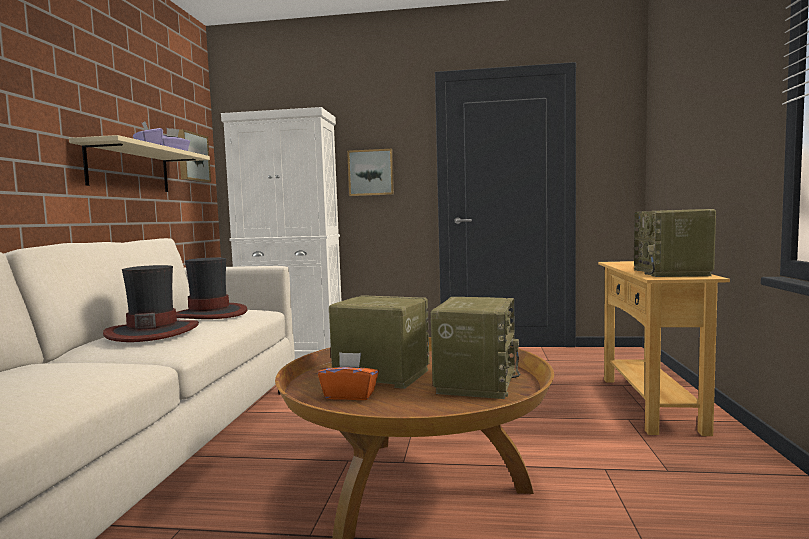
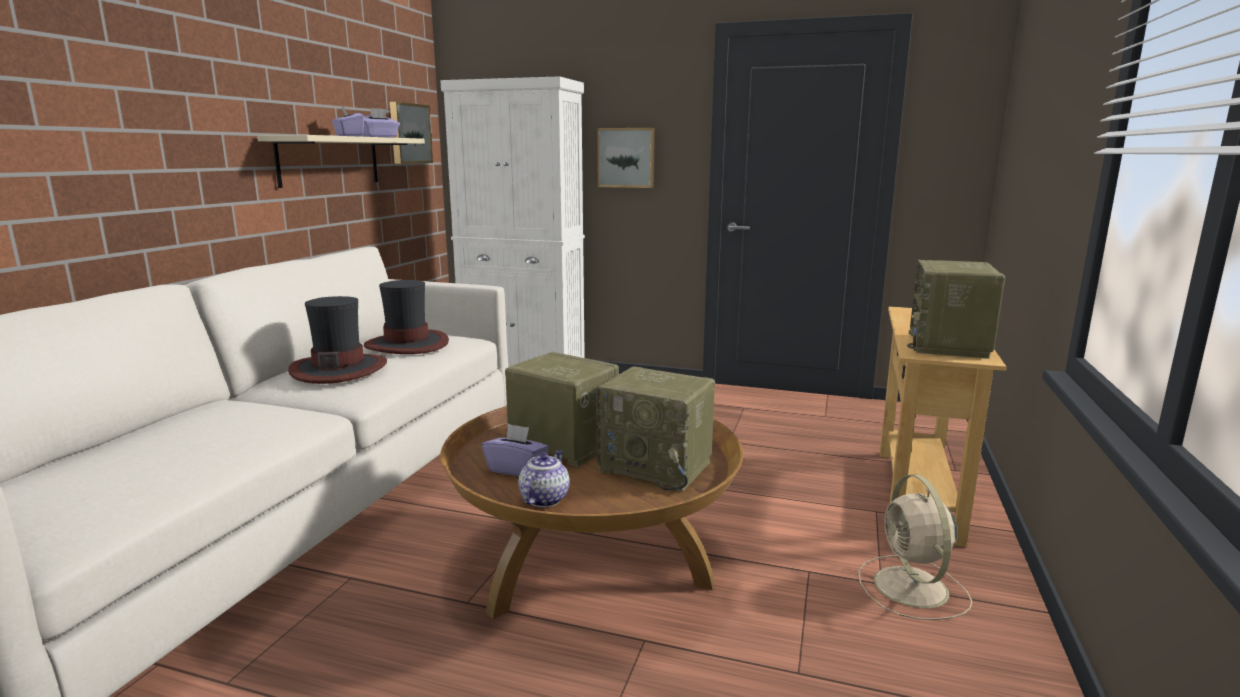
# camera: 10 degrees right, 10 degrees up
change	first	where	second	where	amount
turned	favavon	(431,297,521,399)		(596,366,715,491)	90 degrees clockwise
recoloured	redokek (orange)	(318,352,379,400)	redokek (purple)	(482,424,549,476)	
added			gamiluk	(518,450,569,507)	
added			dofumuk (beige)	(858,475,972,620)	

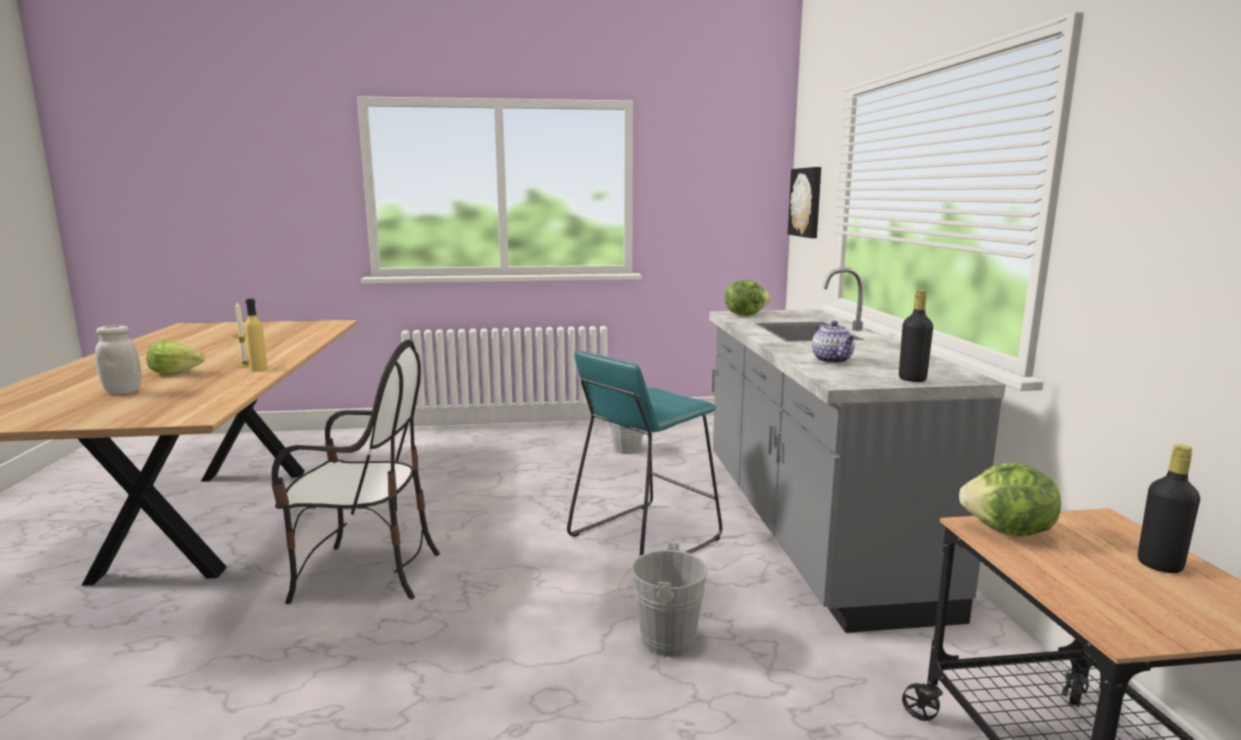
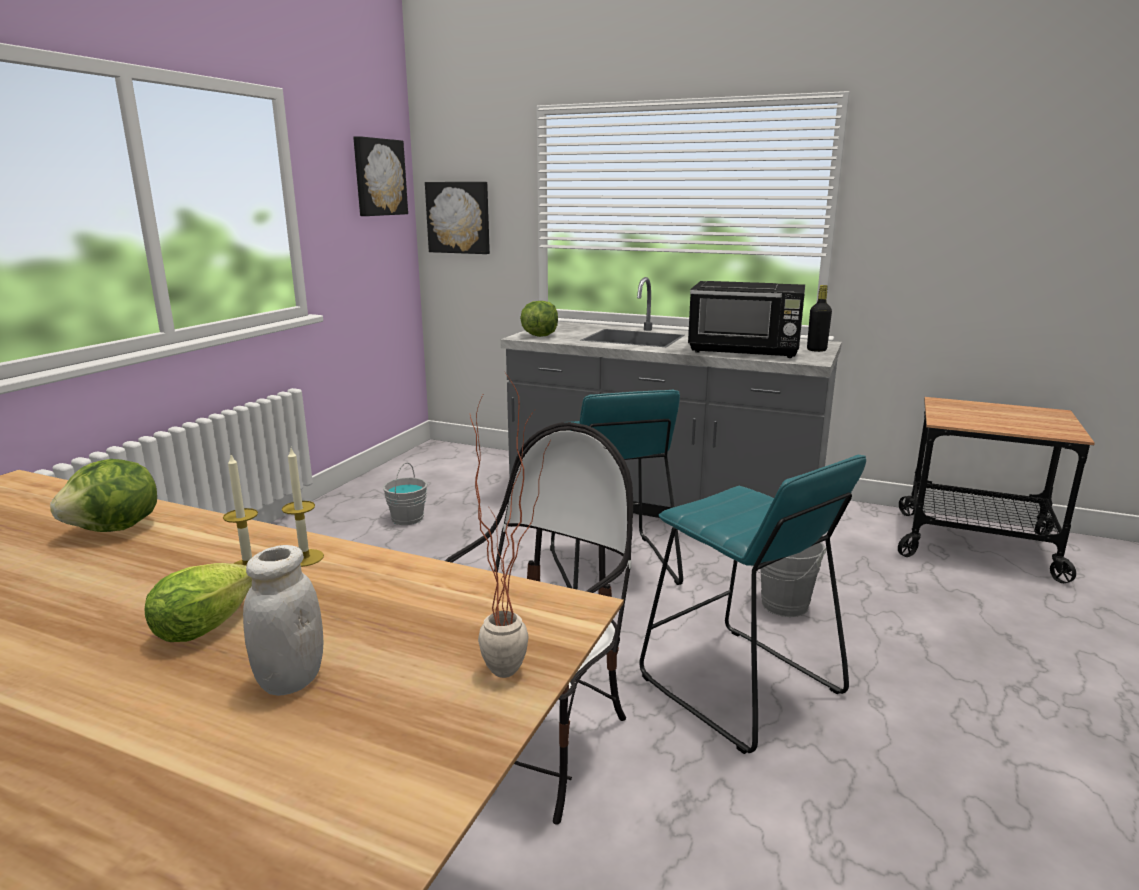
# camera: 60 degrees left, 5 degrees up
change	first	where	second	where	amount
replaced	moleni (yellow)	(245,298,268,372)	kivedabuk	(282,448,324,567)	
replaced	gamiluk	(812,321,855,363)	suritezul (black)	(688,281,805,358)	
removed	moleni (black)	(1138,445,1200,573)			
moved	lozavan	(959,463,1061,537)		(50,459,157,532)	
added			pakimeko	(353,136,408,216)	
added			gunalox	(470,374,551,678)	
added			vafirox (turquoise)	(639,455,866,754)	

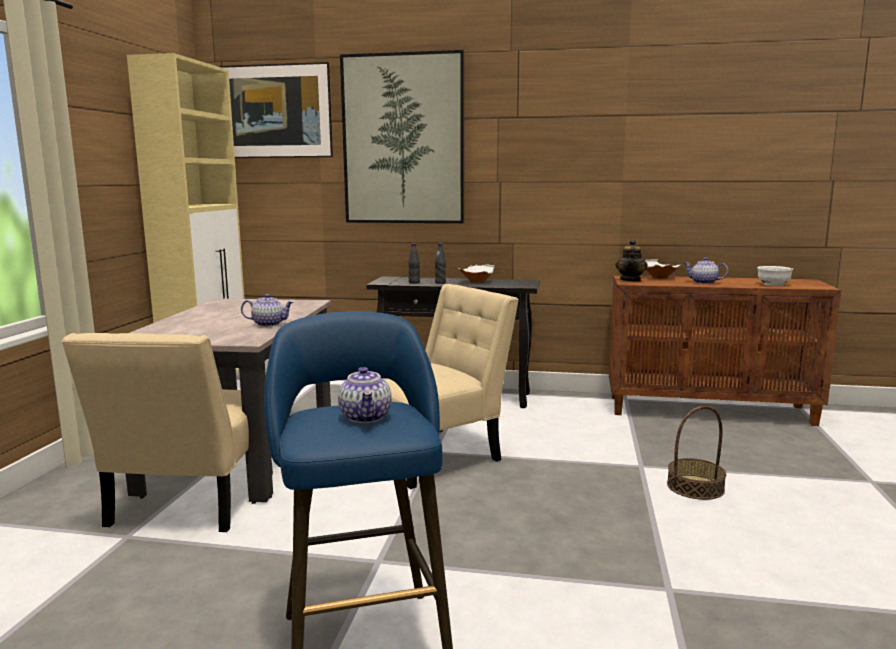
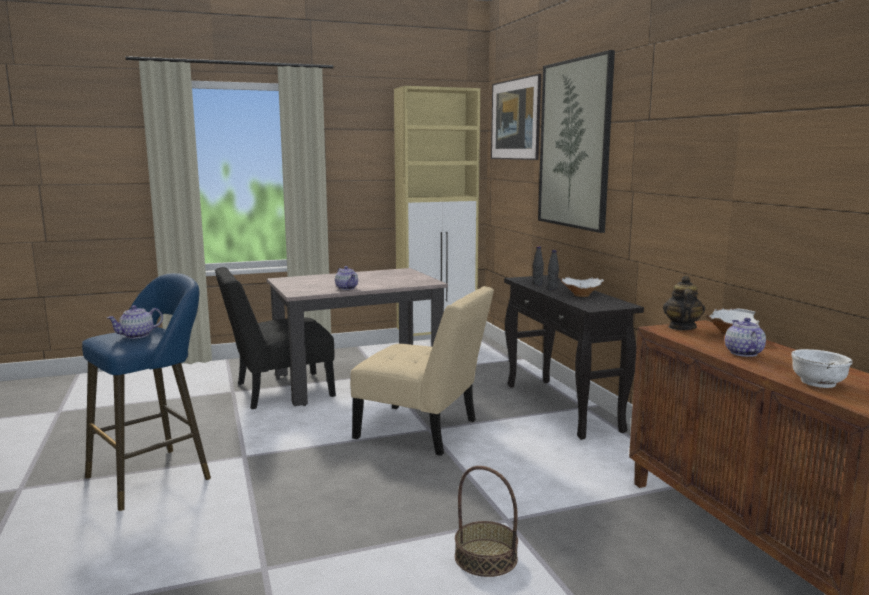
# camera: 60 degrees right, 0 degrees up
change	first	where	second	where	amount
turned	gamiluk	(615,239,648,282)		(663,276,705,330)	120 degrees clockwise
recoloured	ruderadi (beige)	(61,333,273,532)	ruderadi (black)	(215,267,336,409)	

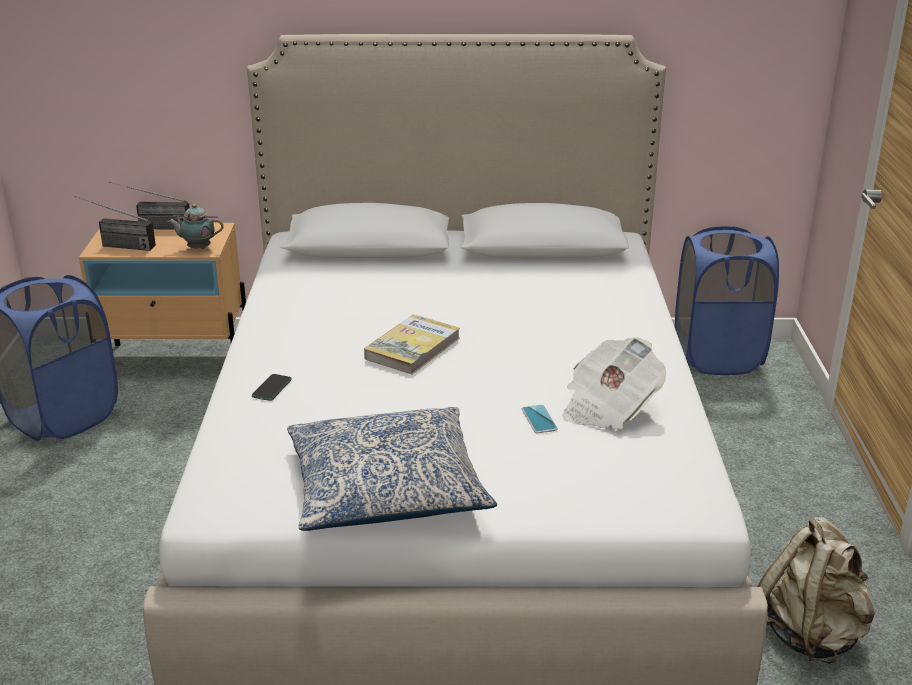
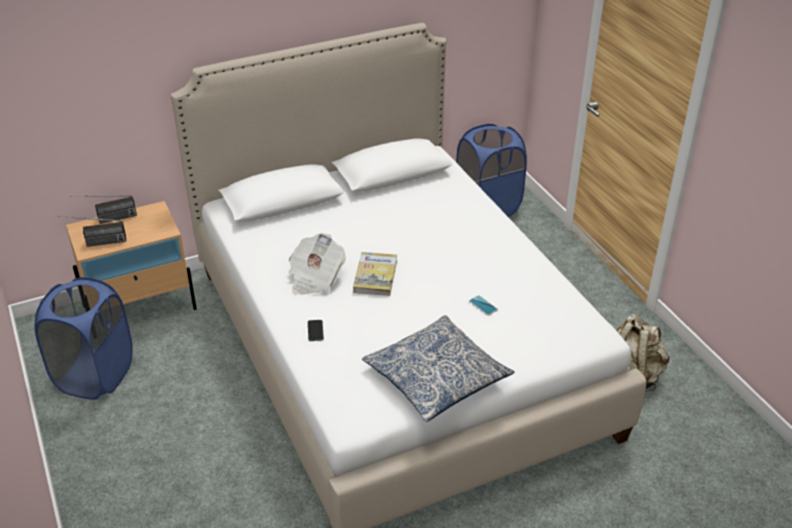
# camera: 25 degrees left, 10 degrees up
change	first	where	second	where	amount
removed	gamiluk	(167,204,224,249)			
moved	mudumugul	(562,337,666,430)		(289,233,346,295)	

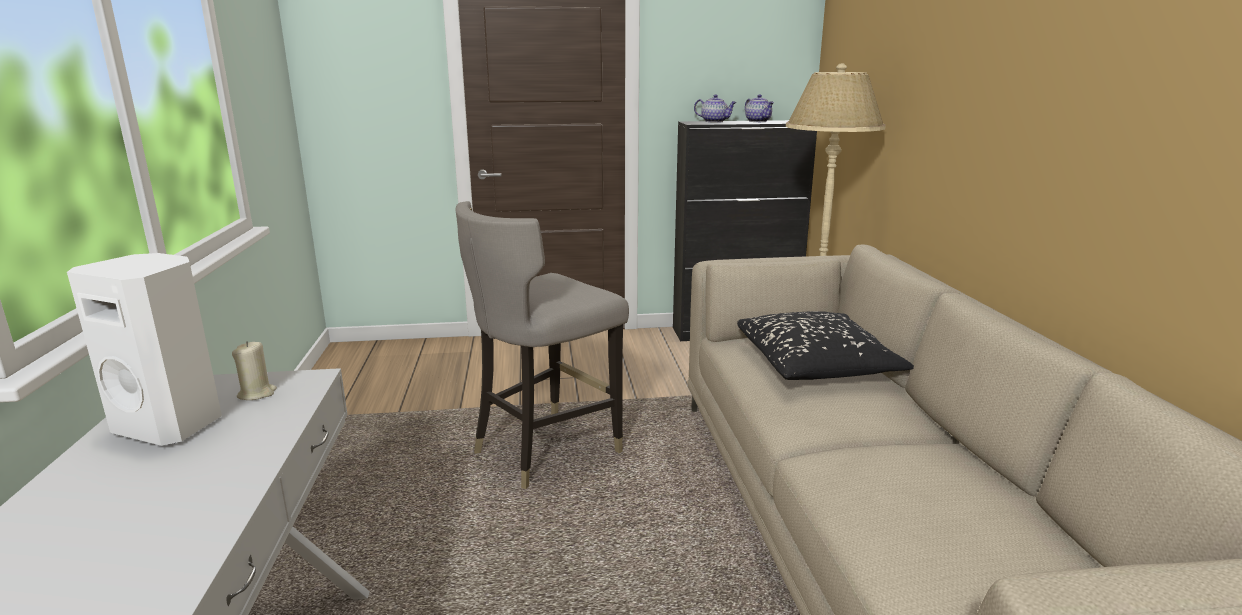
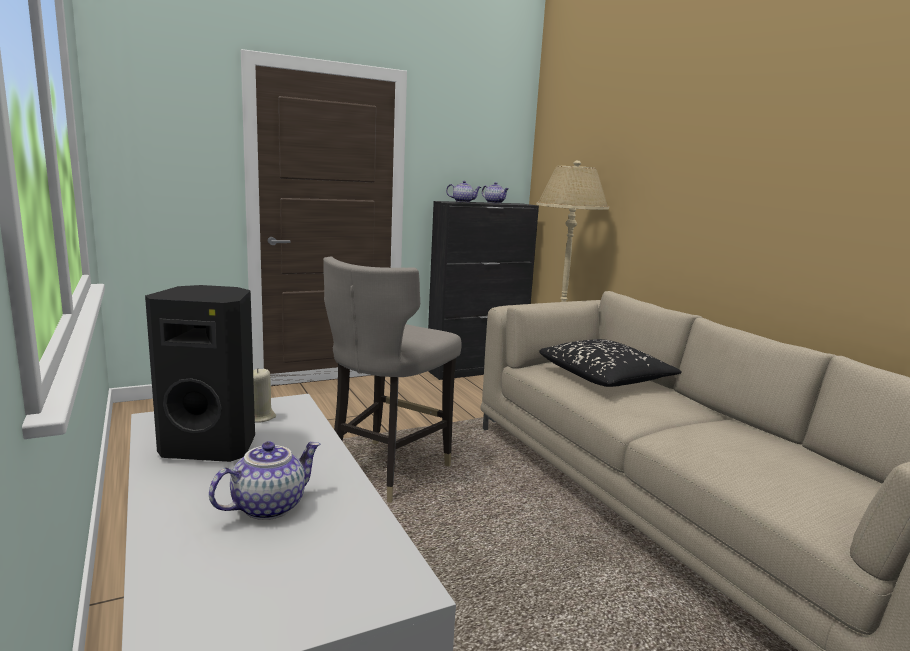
# camera: 20 degrees left, 5 degrees down
change	first	where	second	where	amount
recoloured	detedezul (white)	(67,253,222,446)	detedezul (black)	(145,285,255,462)	
added			gamiluk	(209,441,320,520)	

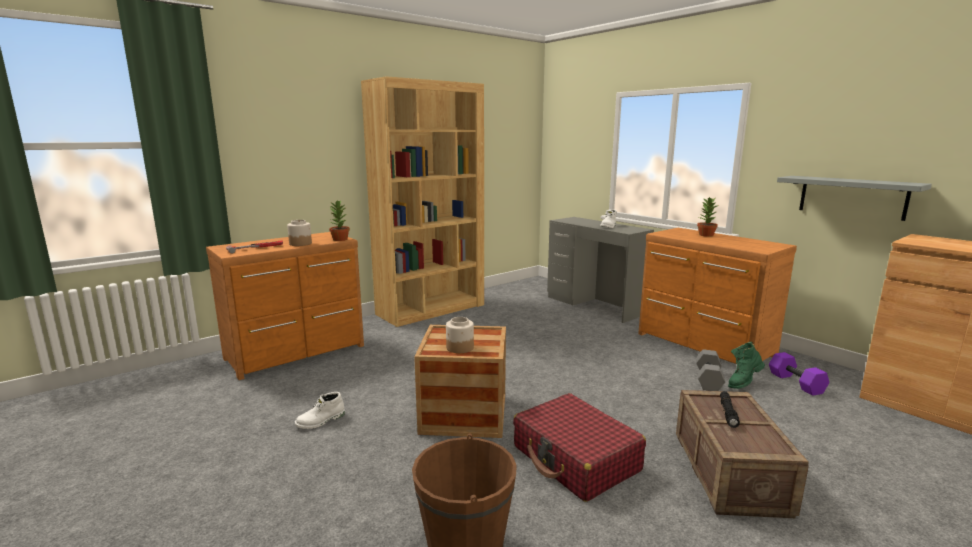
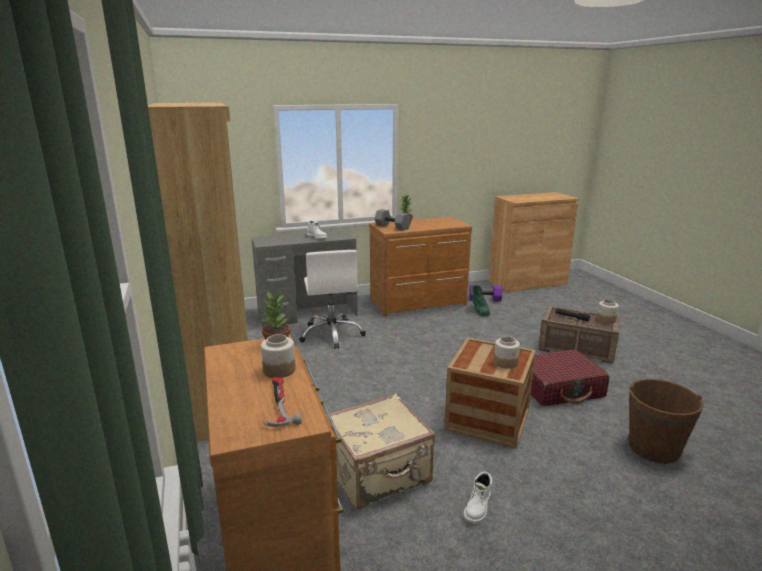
# camera: 70 degrees left, 5 degrees up
change	first	where	second	where	amount
removed	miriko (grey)	(777,176,932,221)			
moved	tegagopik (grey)	(696,349,725,391)		(374,209,411,231)	
turned	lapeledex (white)	(295,392,345,429)		(464,472,492,523)	45 degrees clockwise
added			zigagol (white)	(299,250,366,349)	
added			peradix	(597,299,619,323)	
added			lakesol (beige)	(326,394,435,509)	

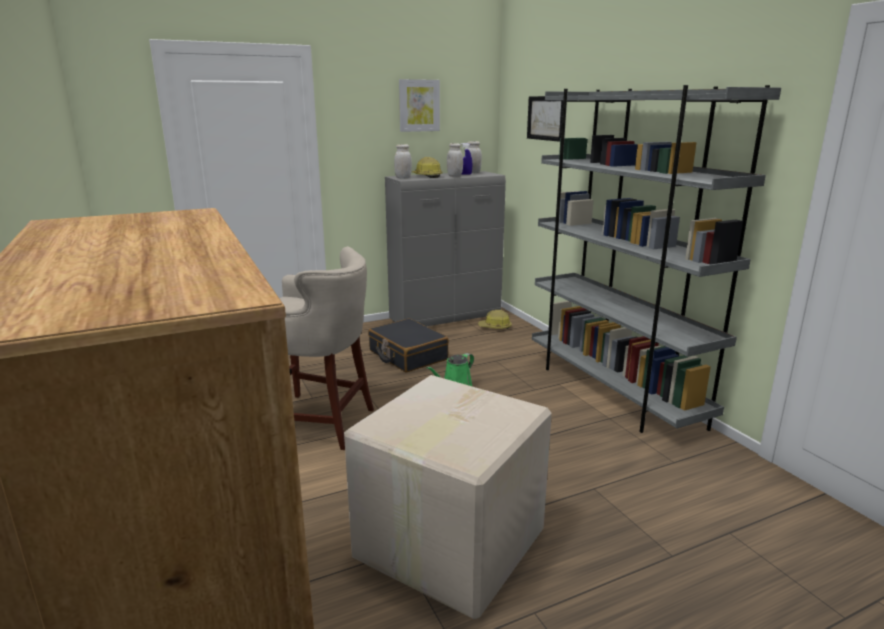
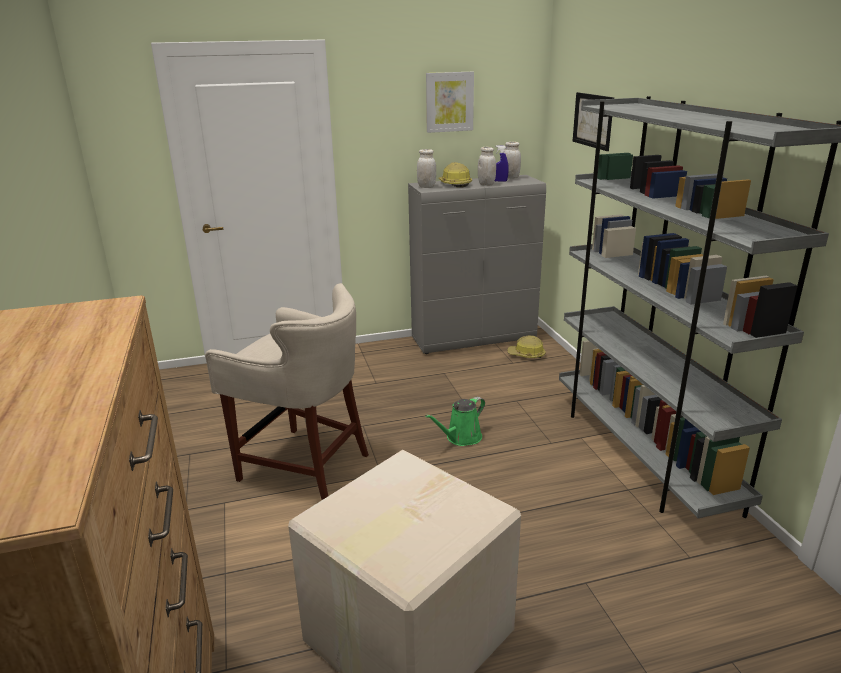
# camera: 10 degrees right, 5 degrees up
change	first	where	second	where	amount
removed	lakesol (black)	(368,318,449,373)			

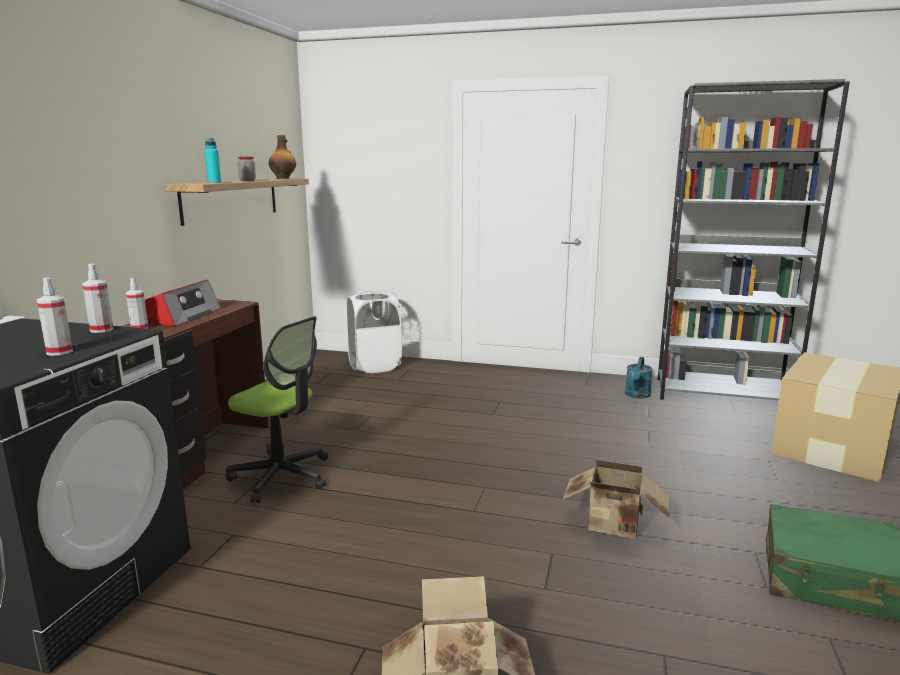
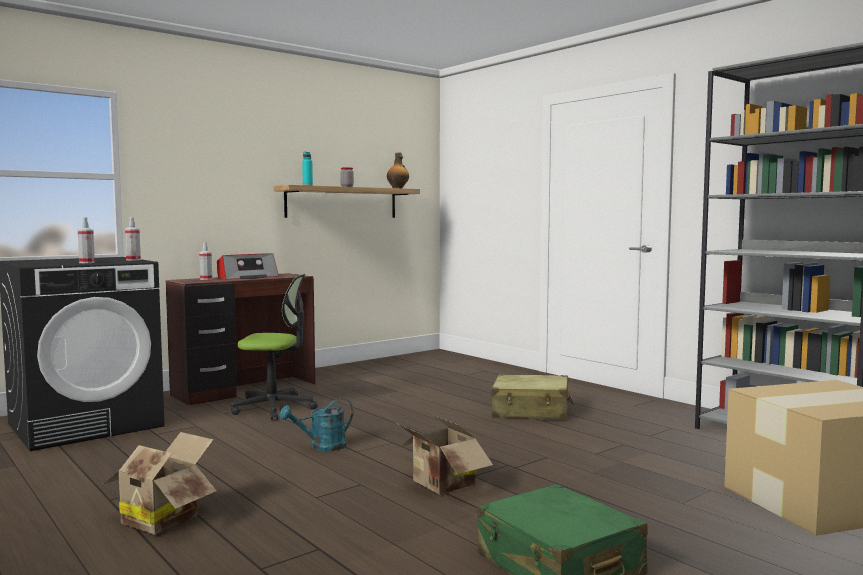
# camera: 35 degrees right, 10 degrees down
change	first	where	second	where	amount
removed	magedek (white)	(346,291,402,373)			
turned	zigagol	(226,316,328,503)		(231,274,318,420)	60 degrees counterclockwise
moved	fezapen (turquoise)	(625,357,653,398)		(279,398,353,451)	
added			lakesol (beige)	(491,374,574,419)	

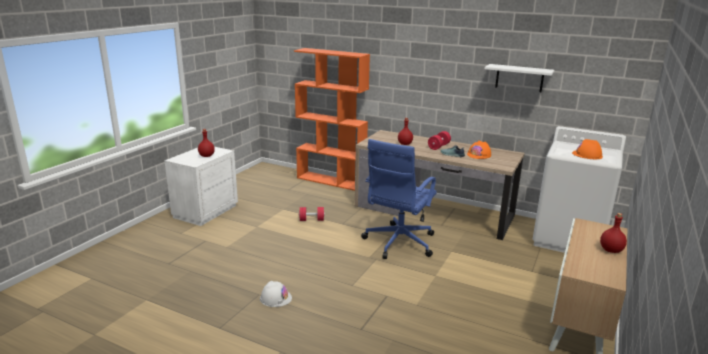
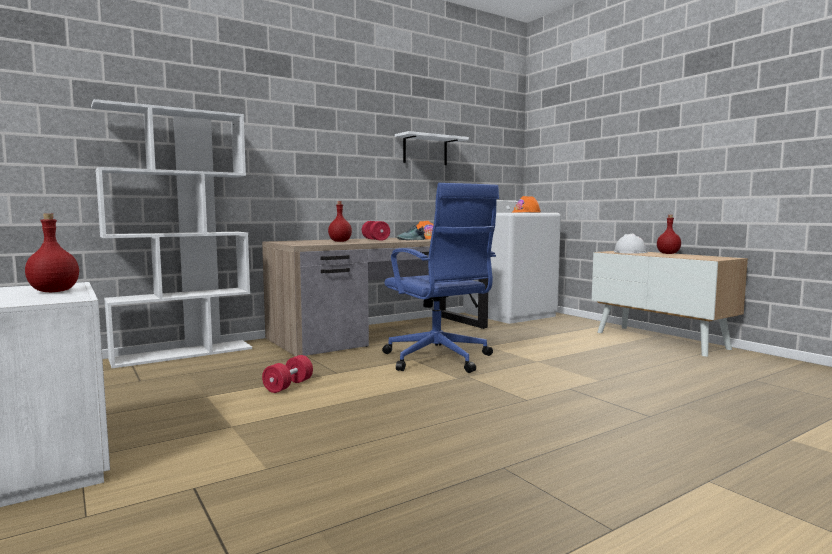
# camera: 60 degrees left, 15 degrees down
change	first	where	second	where	amount
recoloured	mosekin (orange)	(294,48,370,191)	mosekin (white)	(91,99,252,368)	
moved	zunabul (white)	(260,281,292,307)		(614,234,647,254)	

